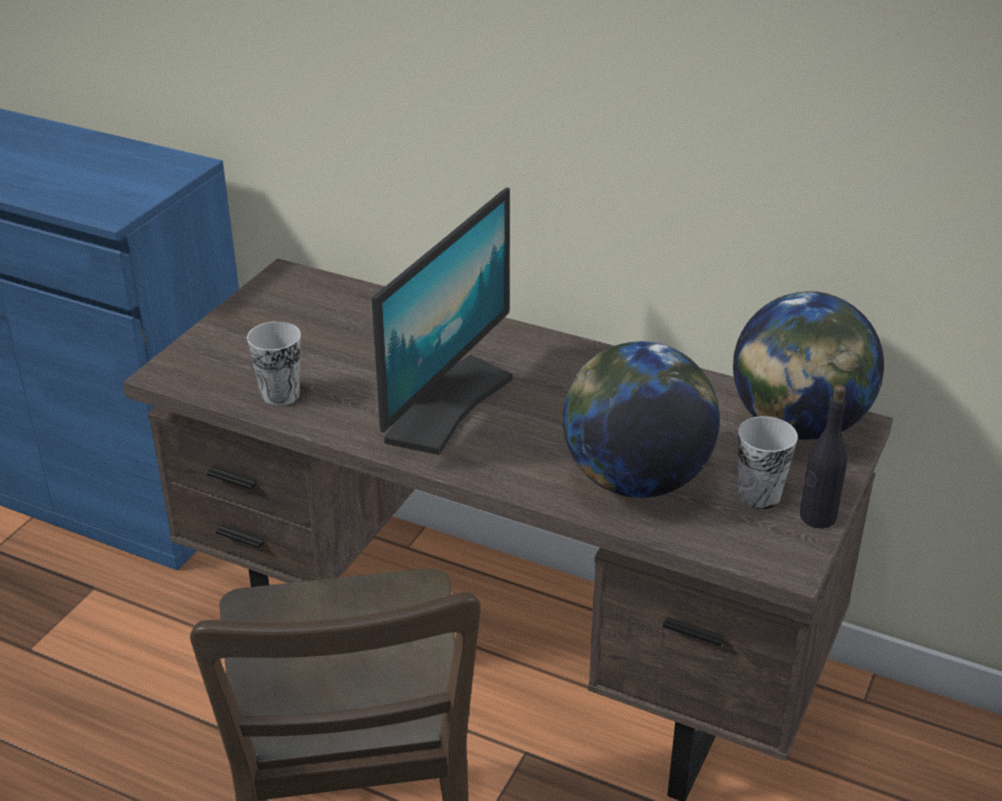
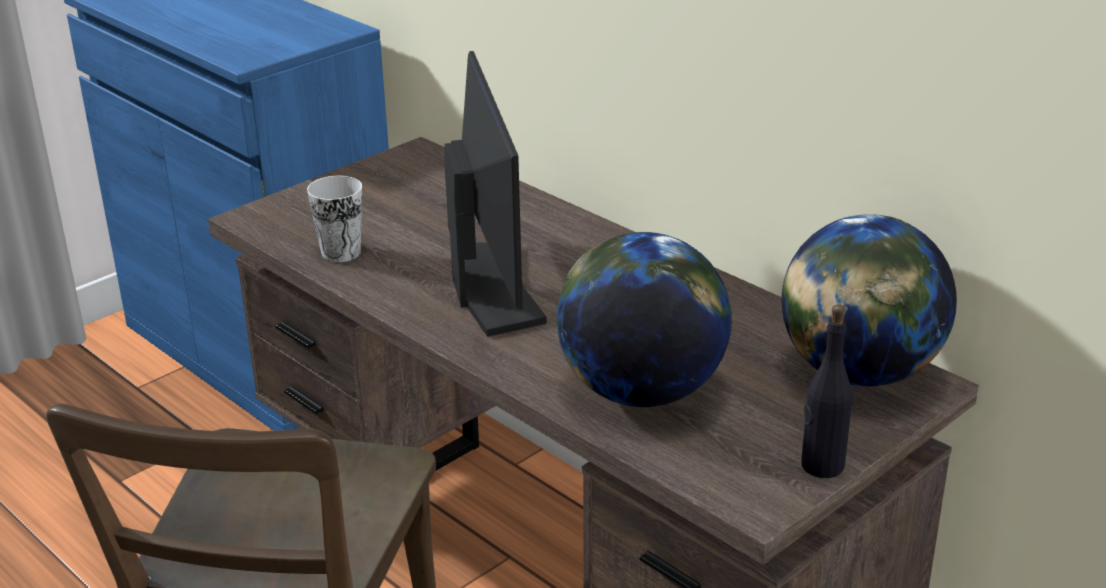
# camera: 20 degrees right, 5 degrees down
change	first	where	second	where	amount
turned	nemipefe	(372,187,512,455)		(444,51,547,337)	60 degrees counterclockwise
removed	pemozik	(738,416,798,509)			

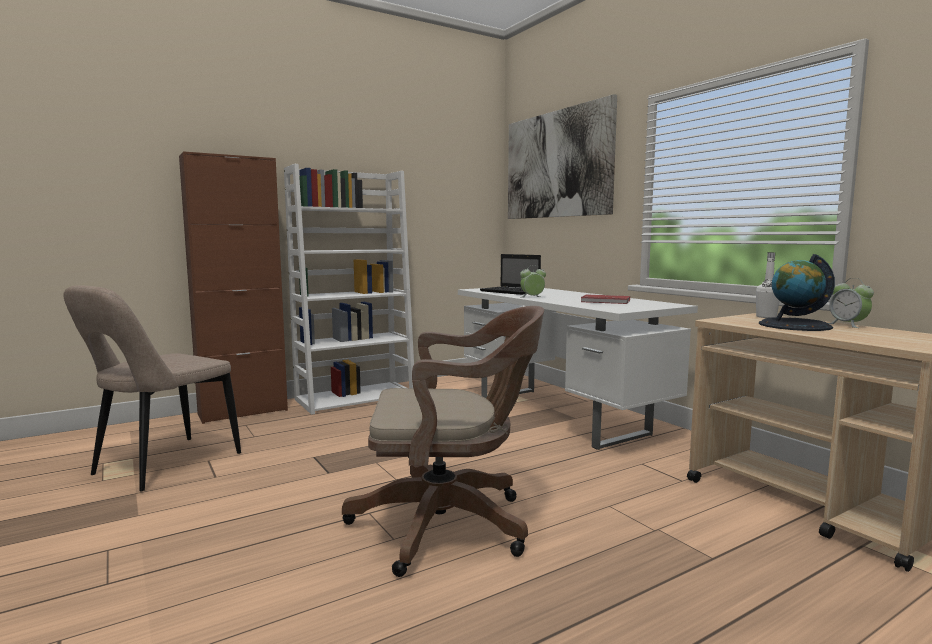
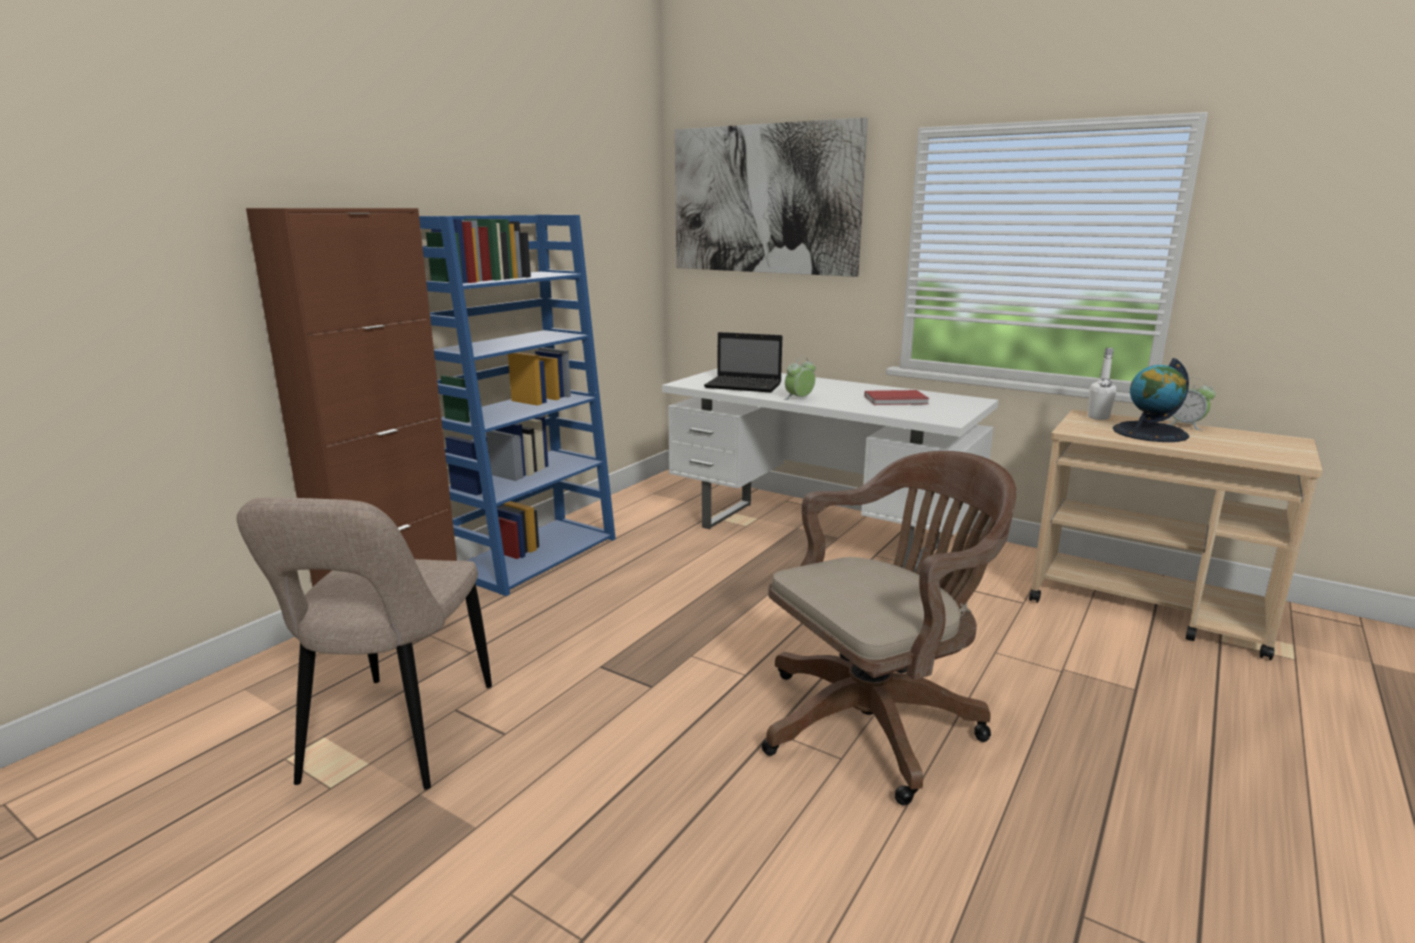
# camera: 25 degrees left, 10 degrees up
change	first	where	second	where	amount
recoloured	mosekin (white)	(284,164,414,415)	mosekin (blue)	(419,215,616,596)	

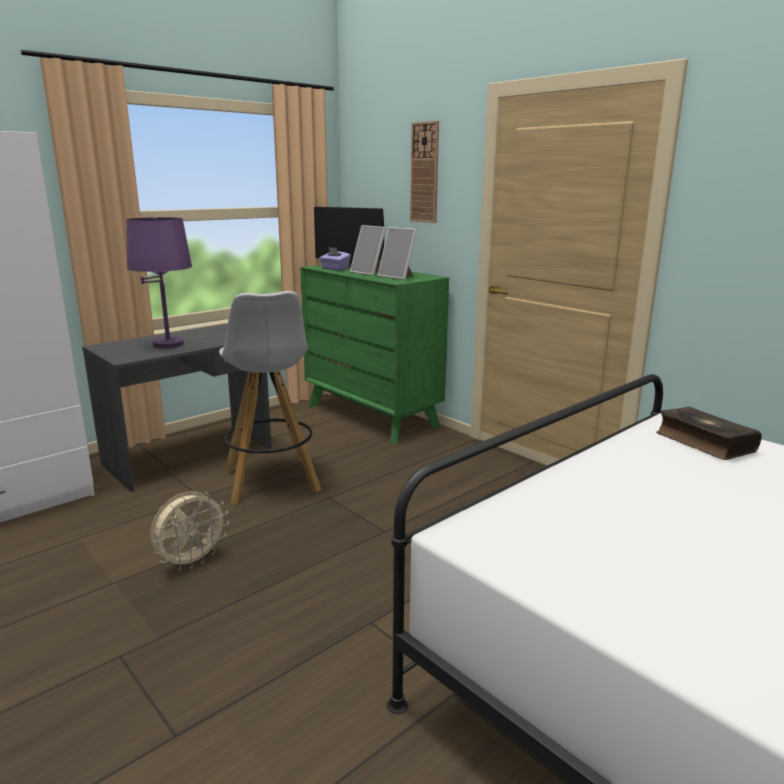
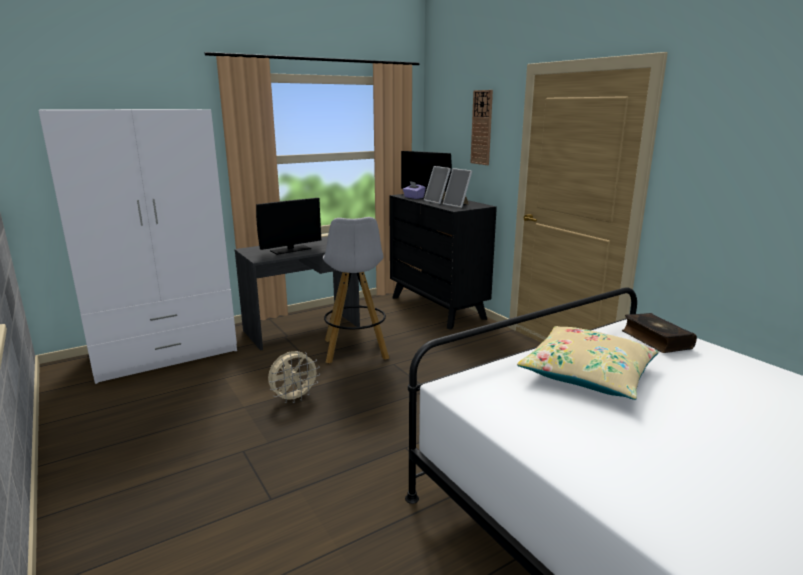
# camera: 10 degrees right, 0 degrees up
change	first	where	second	where	amount
replaced	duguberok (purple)	(126,217,192,348)	nemipefe	(256,198,321,255)	
recoloured	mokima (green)	(300,265,449,444)	mokima (black)	(389,194,497,329)	
added			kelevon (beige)	(517,326,659,400)	

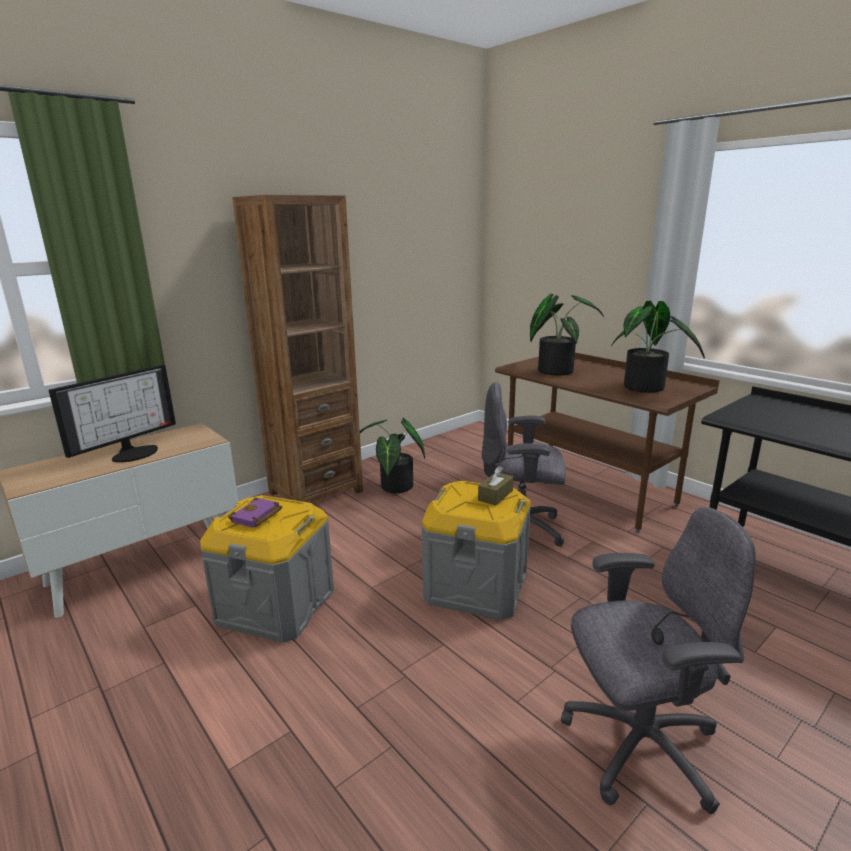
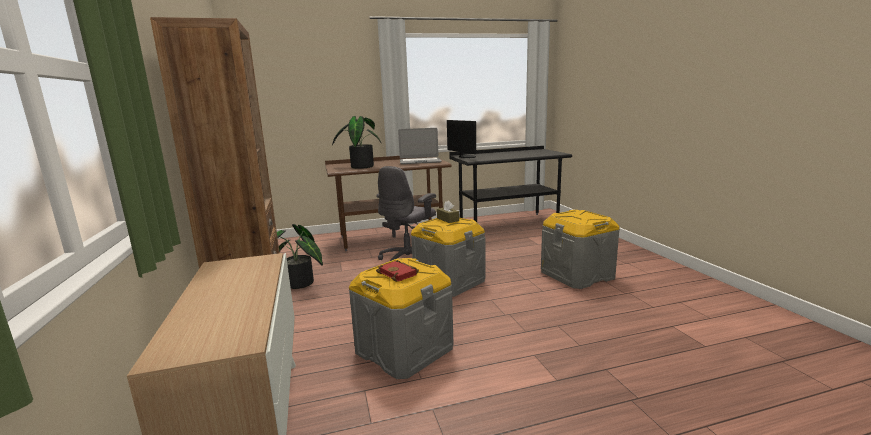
# camera: 65 degrees left, 5 degrees down
change	first	where	second	where	amount
replaced	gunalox	(611,301,705,393)	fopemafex	(398,128,442,164)	
moved	nemipefe	(49,364,176,462)		(447,120,476,158)	
recoloured	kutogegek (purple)	(228,498,282,528)	kutogegek (red)	(376,260,419,282)	
replaced	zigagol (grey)	(561,507,756,814)	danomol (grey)	(541,210,620,289)	

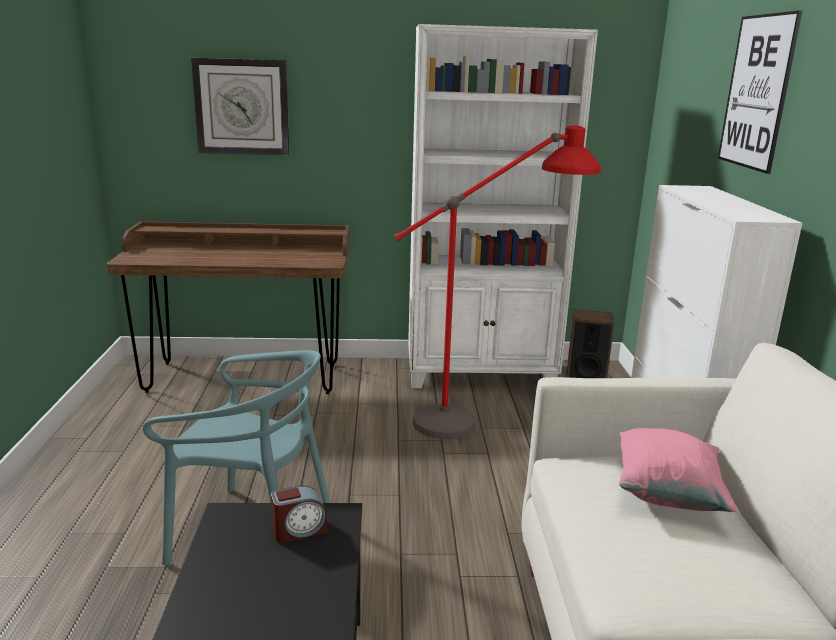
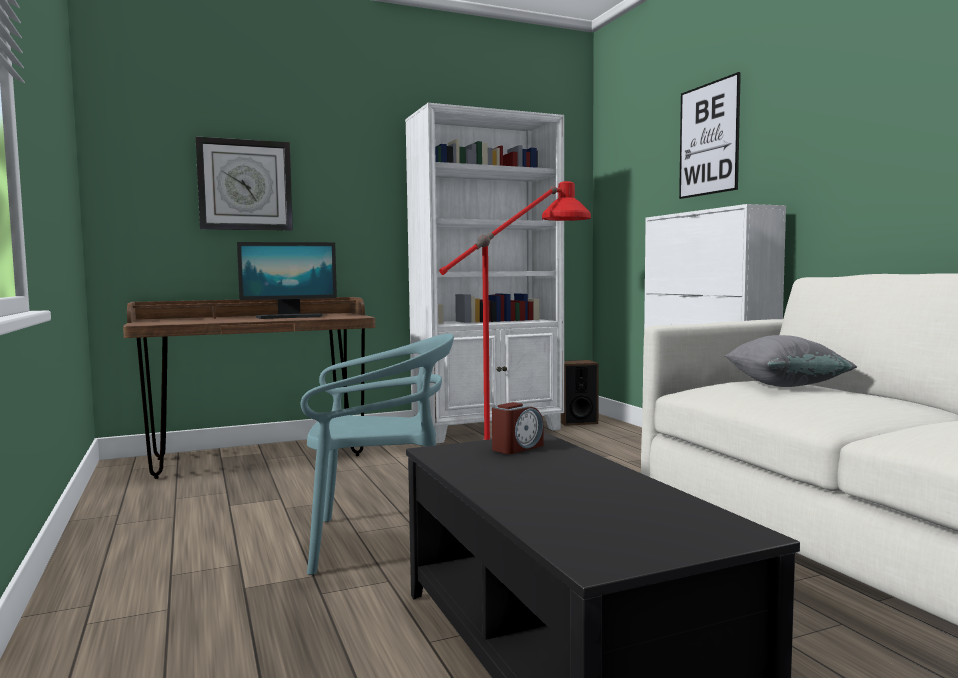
# camera: 20 degrees left, 15 degrees down
change	first	where	second	where	amount
recoloured	kelevon (pink)	(619,428,738,512)	kelevon (grey)	(725,335,857,387)	
added			nemipefe	(237,242,337,319)	

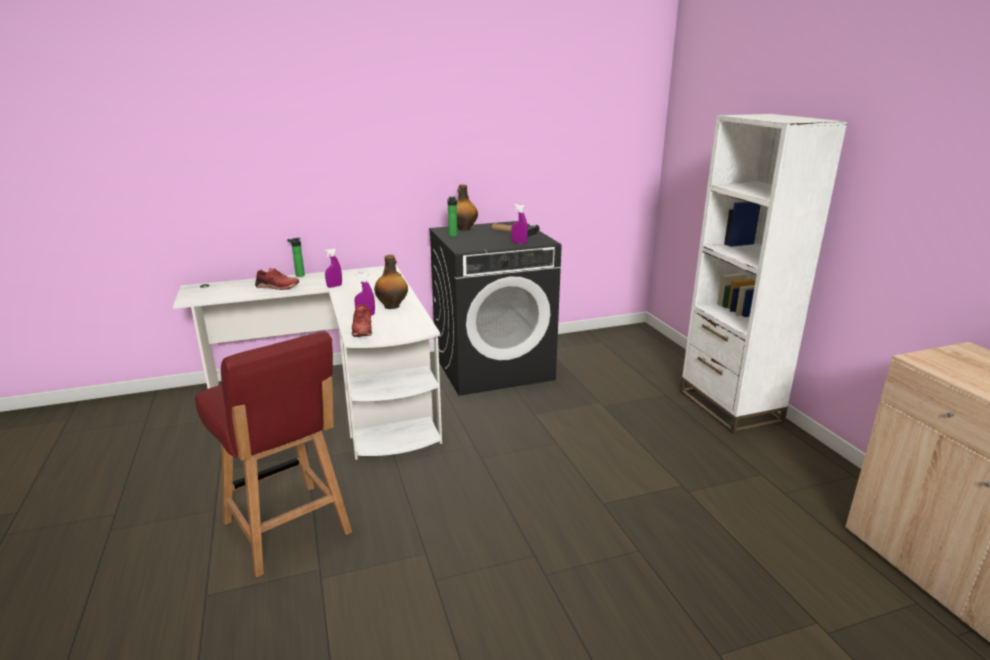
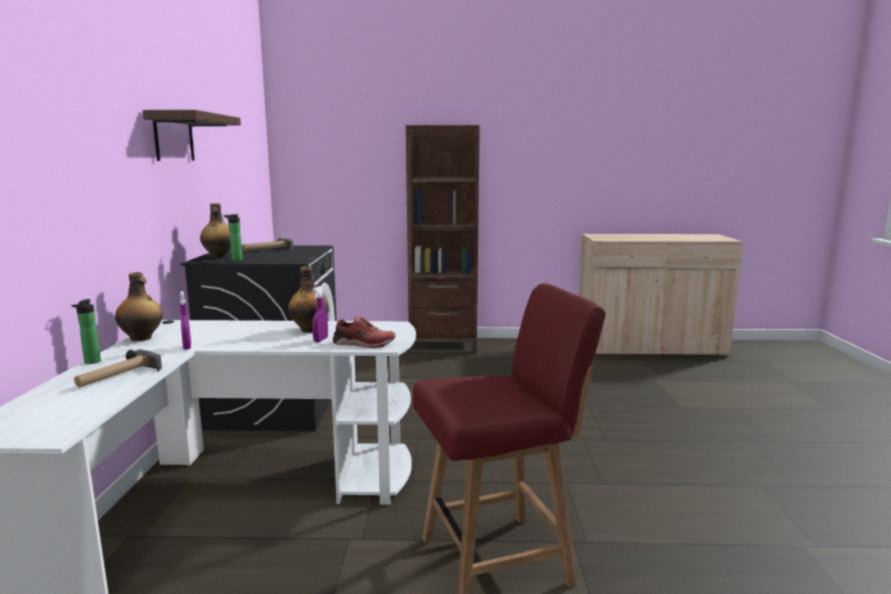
# camera: 70 degrees left, 10 degrees down
change	first	where	second	where	amount
recoloured	mosekin (white)	(680,114,848,434)	mosekin (brown)	(406,125,480,354)	
removed	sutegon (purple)	(511,204,528,244)			
replaced	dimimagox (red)	(255,268,299,290)	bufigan	(74,349,162,388)	
added			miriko	(143,110,241,161)	
added			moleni	(115,272,163,341)	

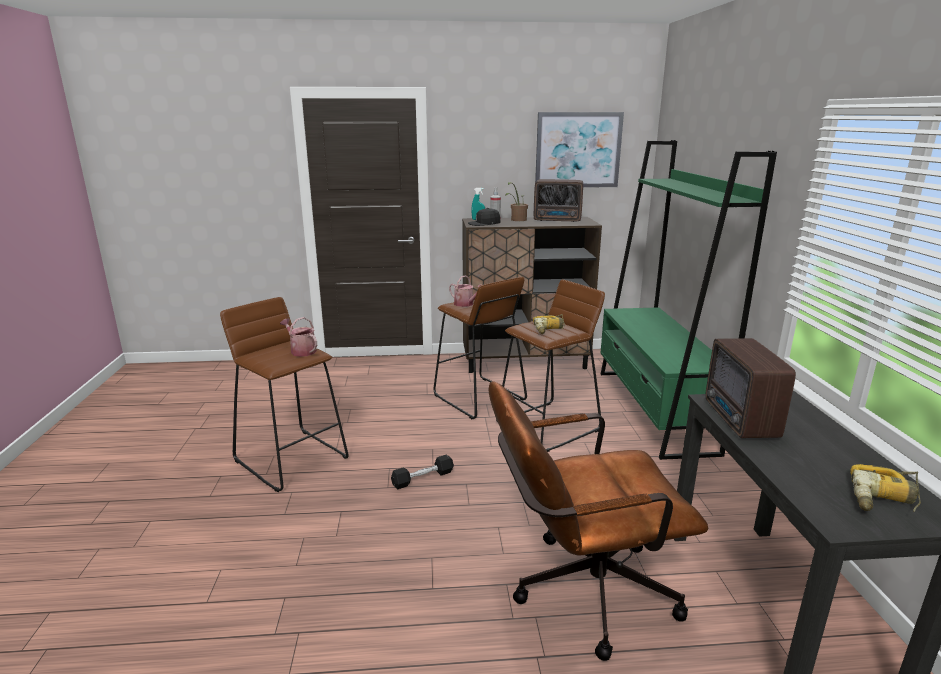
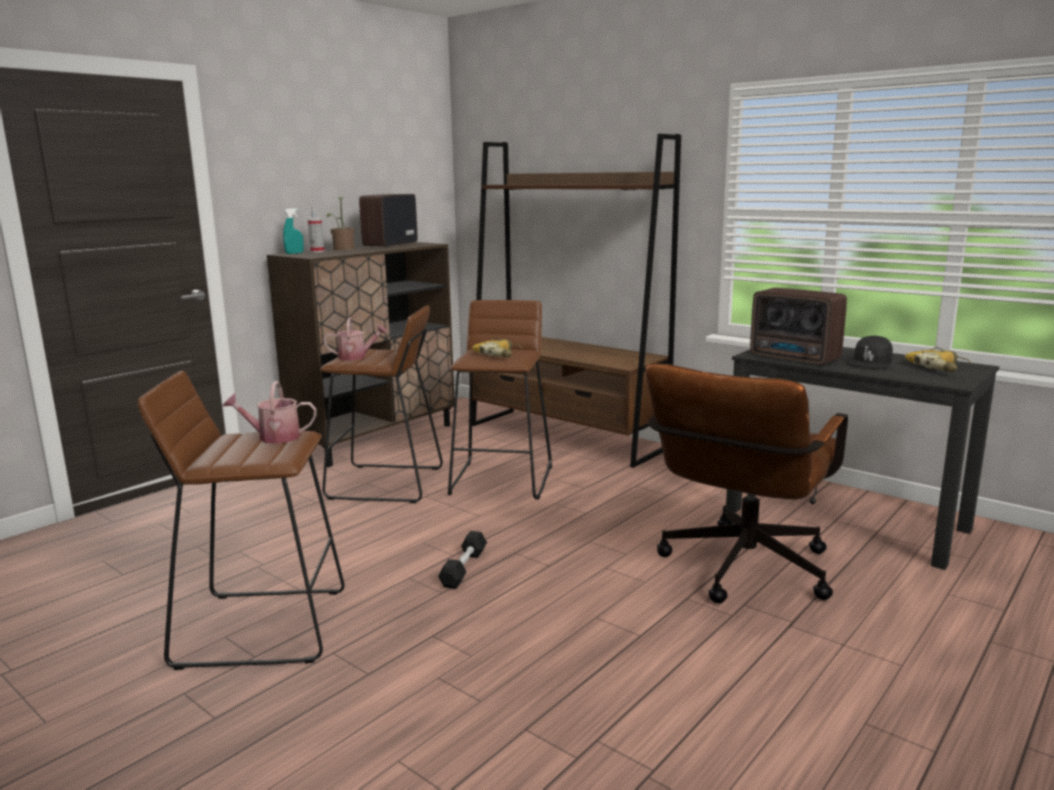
# camera: 45 degrees left, 5 degrees down
change	first	where	second	where	amount
removed	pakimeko	(535,112,624,188)			
recoloured	mosekin (green)	(600,140,777,460)	mosekin (brown)	(469,134,681,468)	
turned	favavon	(534,179,583,222)		(359,194,418,248)	150 degrees clockwise
moved	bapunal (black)	(468,208,500,226)		(847,335,893,369)	

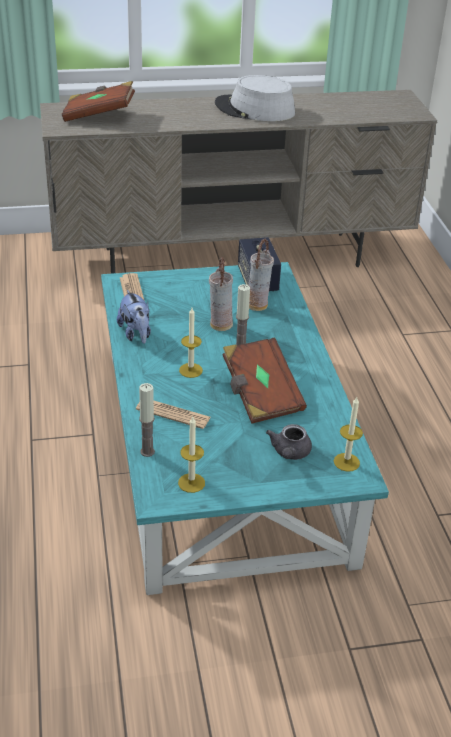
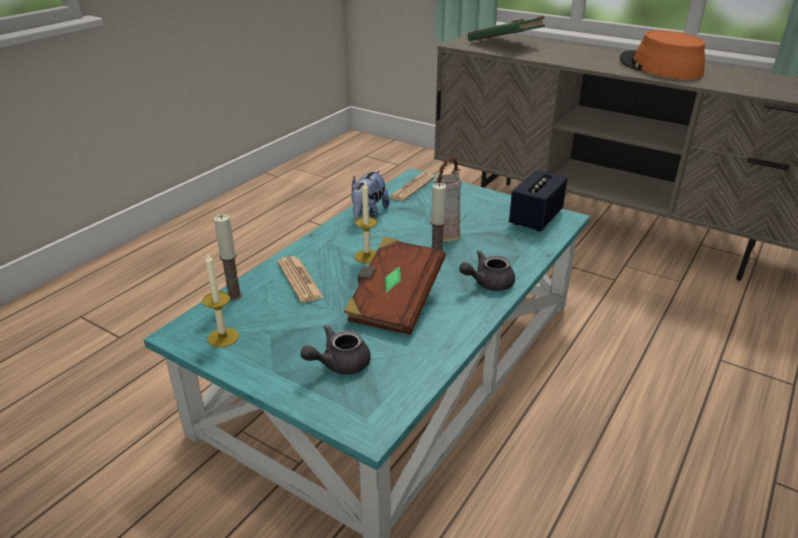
# camera: 45 degrees right, 5 degrees down
change	first	where	second	where	amount
recoloured	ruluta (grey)	(215,75,295,121)	ruluta (orange)	(620,30,705,80)	
recoloured	kutogegek (brown)	(62,81,135,122)	kutogegek (green)	(468,16,545,41)	
removed	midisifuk	(249,238,274,311)			
removed	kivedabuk	(334,397,363,471)			
added			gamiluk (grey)	(459,250,515,291)	

